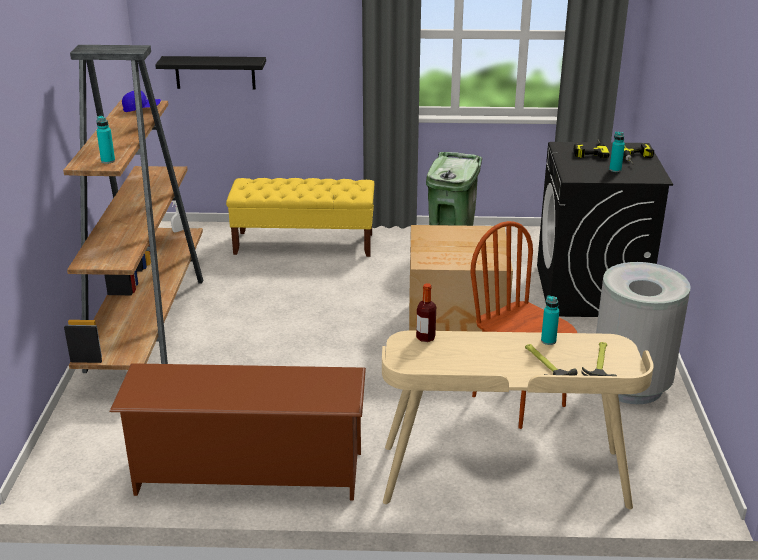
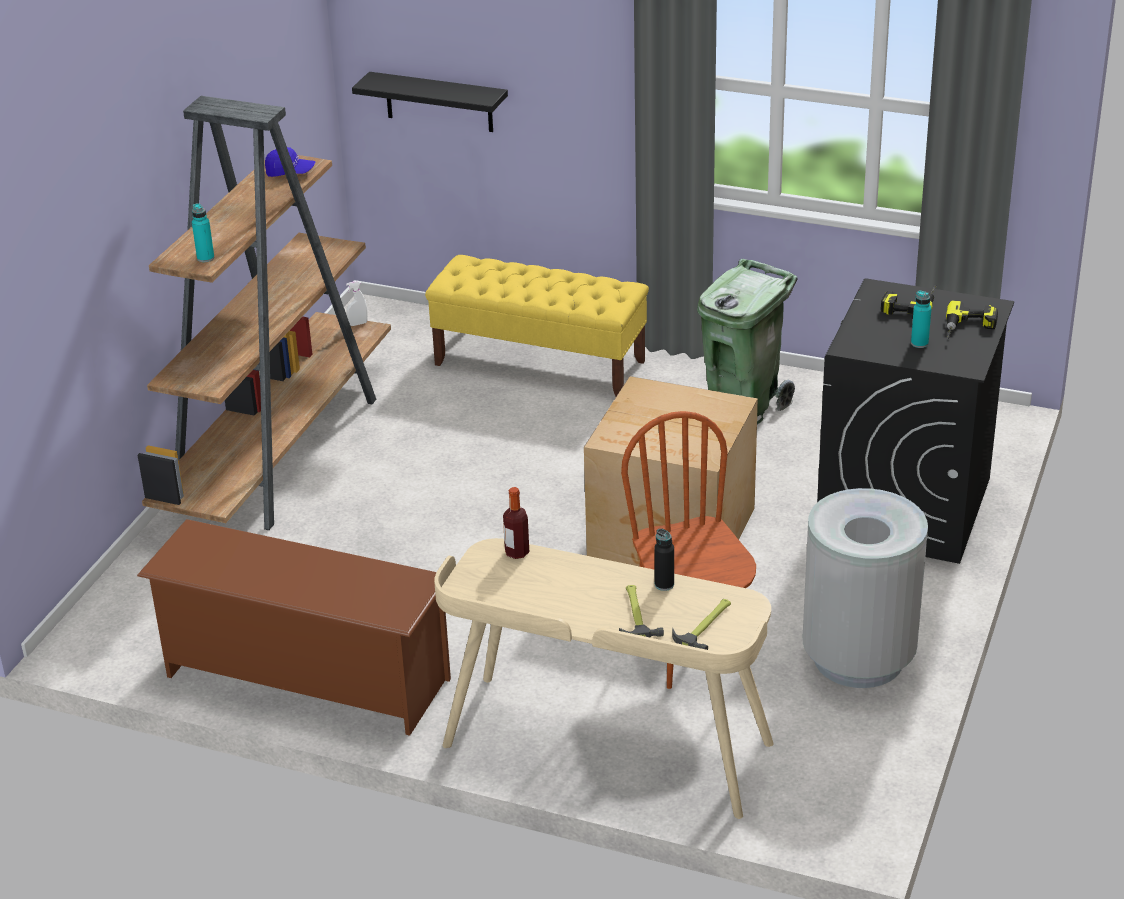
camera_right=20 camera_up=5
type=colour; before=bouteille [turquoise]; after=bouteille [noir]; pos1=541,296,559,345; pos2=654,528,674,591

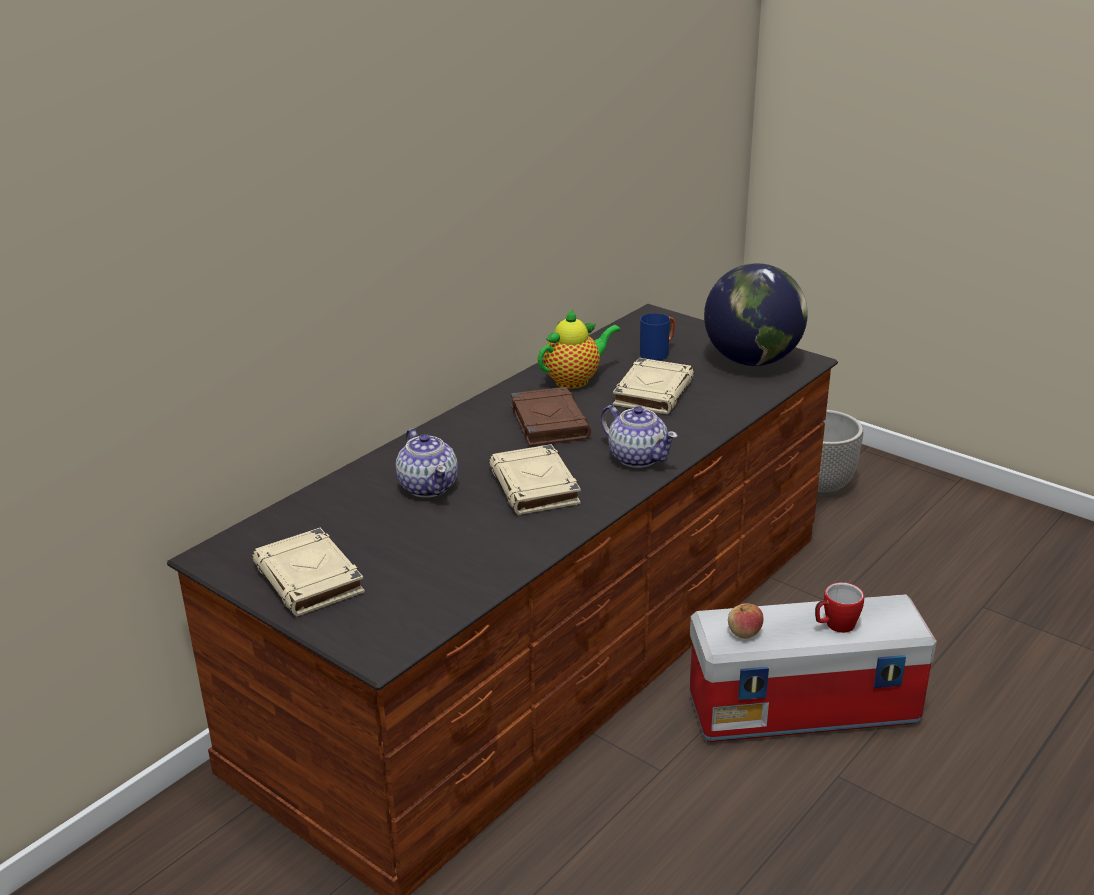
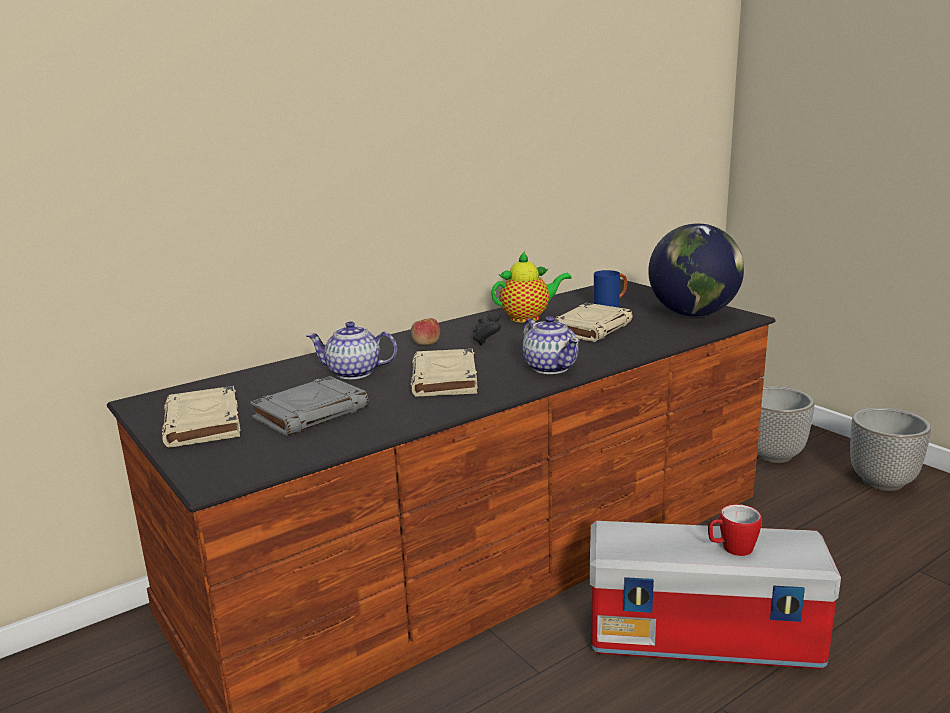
camera_right=15 camera_up=-10
type=exchanged; before=livre [marron]; after=manette [noir]; pos1=511,387,591,447; pos2=473,312,501,345
type=spun; before=théière; pos1=396,429,458,498; pos2=306,321,397,379; turn=105
type=relocated; before=pomme; pos1=728,603,764,639; pos2=411,318,440,345
type=appeared; after=livre [gris]; pos2=250,376,369,436
type=appeared; after=cache-pot; pos2=850,407,931,491

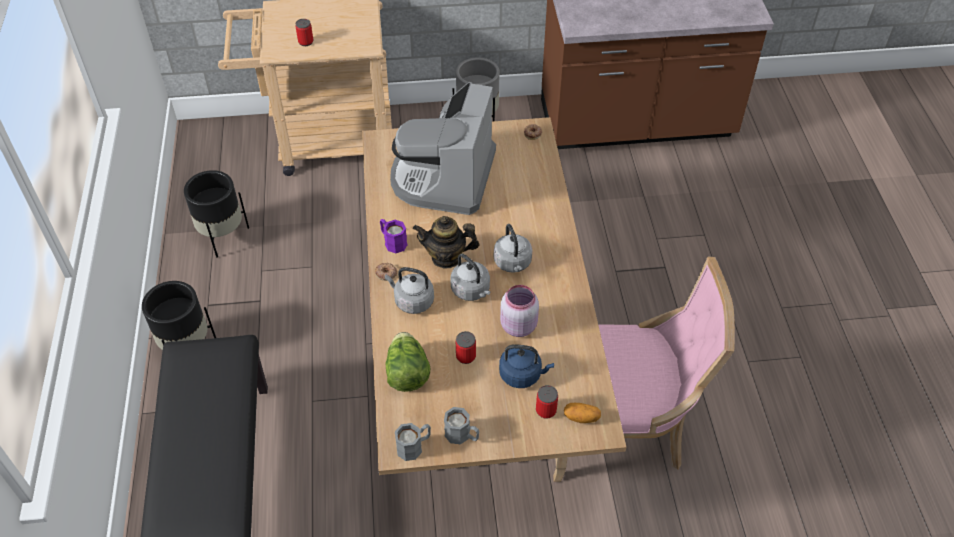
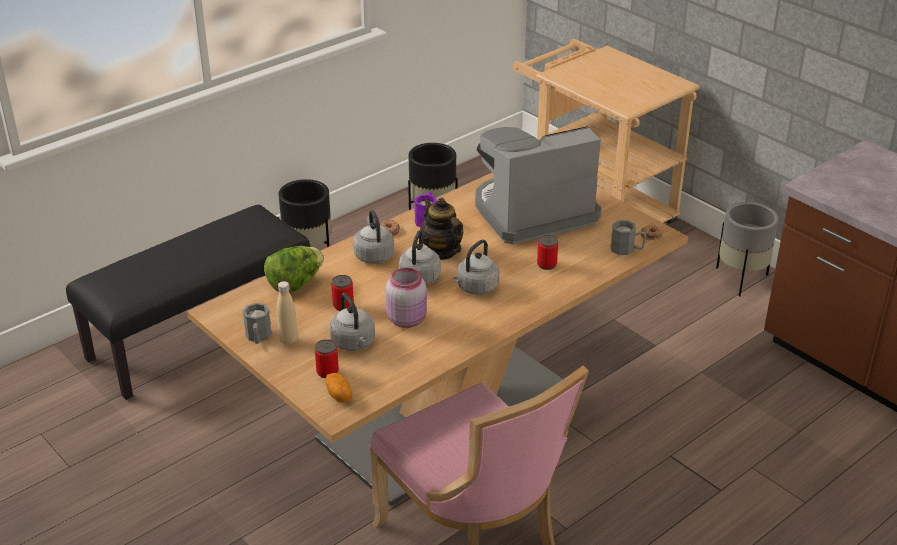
camera_right=55 camera_up=-15
type=relocated; before=boîte métallique; pos1=295,19,313,46; pos2=537,235,558,270
type=colour; before=bouilloire [bleu]; after=bouilloire [gris]; pos1=499,344,554,388; pos2=330,293,375,351
type=relocated; before=mug [gris]; pos1=395,423,431,461; pos2=610,220,646,255
type=appeared; after=bouteille [beige]; pos2=277,281,298,345

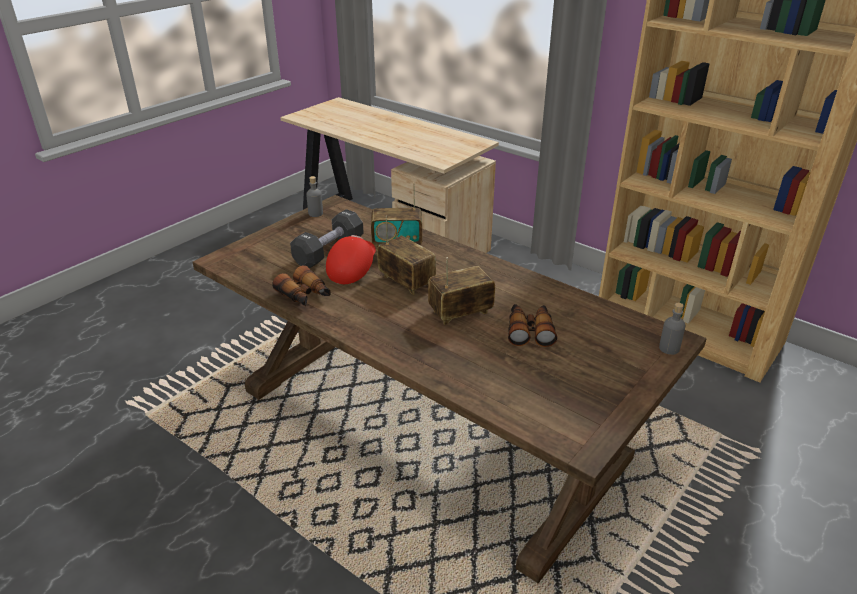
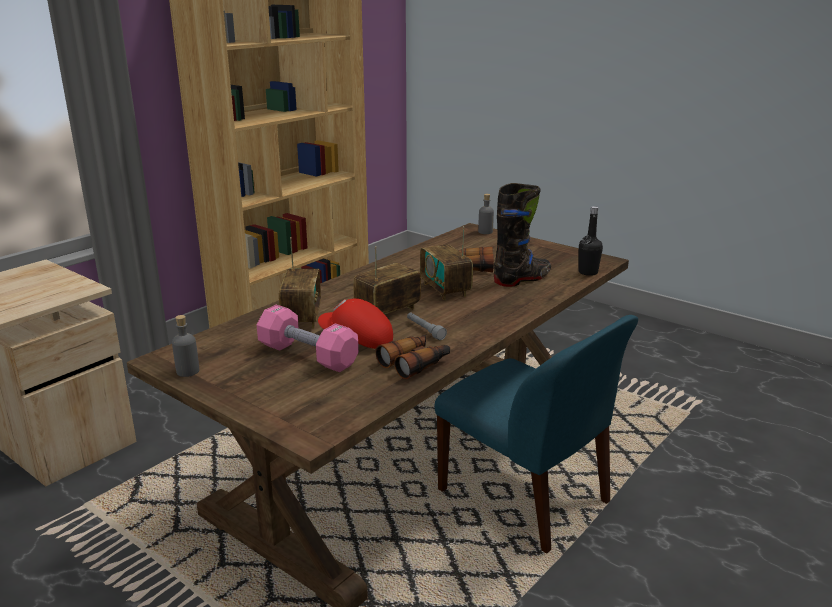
camera_right=-90 camera_up=-10
type=colour; before=haltère [noir]; after=haltère [rose]; pos1=290,209,364,268; pos2=257,305,359,372
type=appeared; after=botte [noir]; pos2=494,183,551,287
type=appeared; after=bouteille [noir]; pos2=579,206,603,276
type=appeared; after=lampe de poche [gris]; pos2=407,312,447,340
type=appeared; after=chaise [bleu]; pos2=434,315,638,553

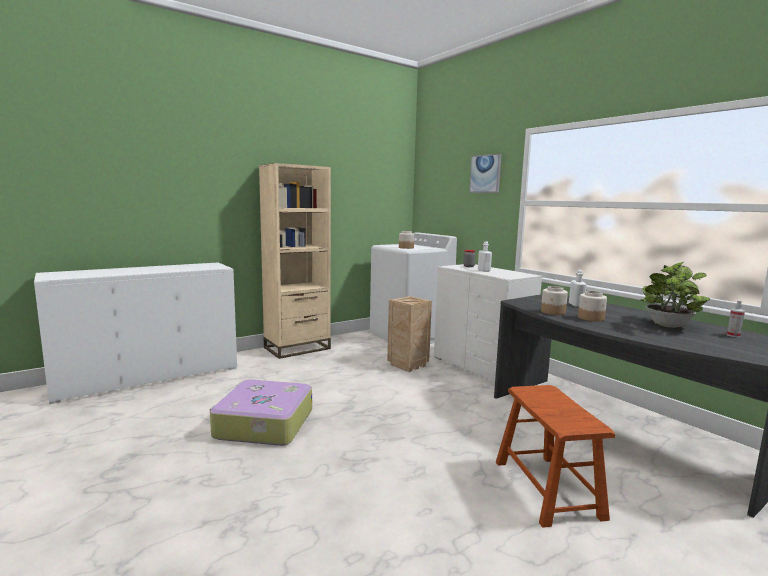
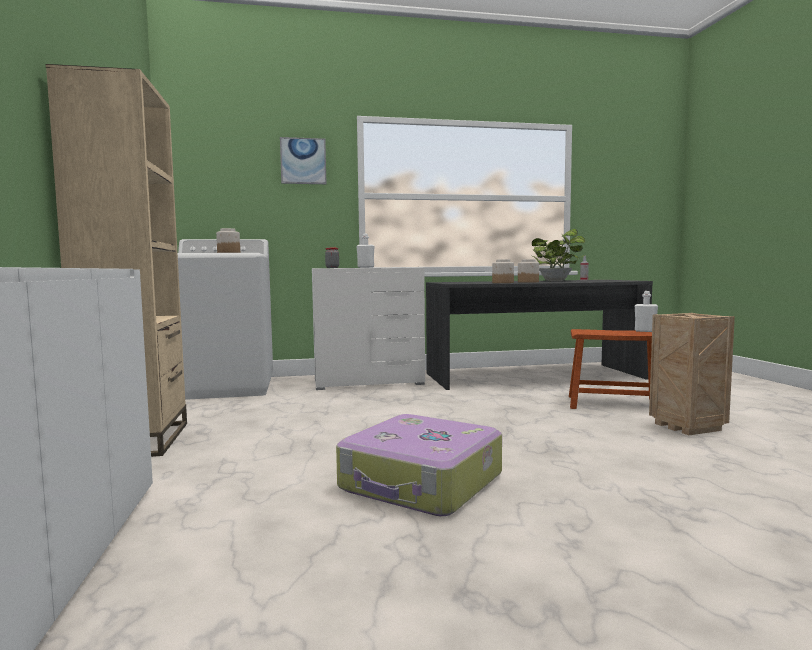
camera_right=-65 camera_up=-5
type=relocated; before=bouteille [blanc]; pos1=569,270,587,307; pos2=635,291,658,332
type=relocated; before=caisse; pos1=387,296,432,372; pos2=649,313,735,435

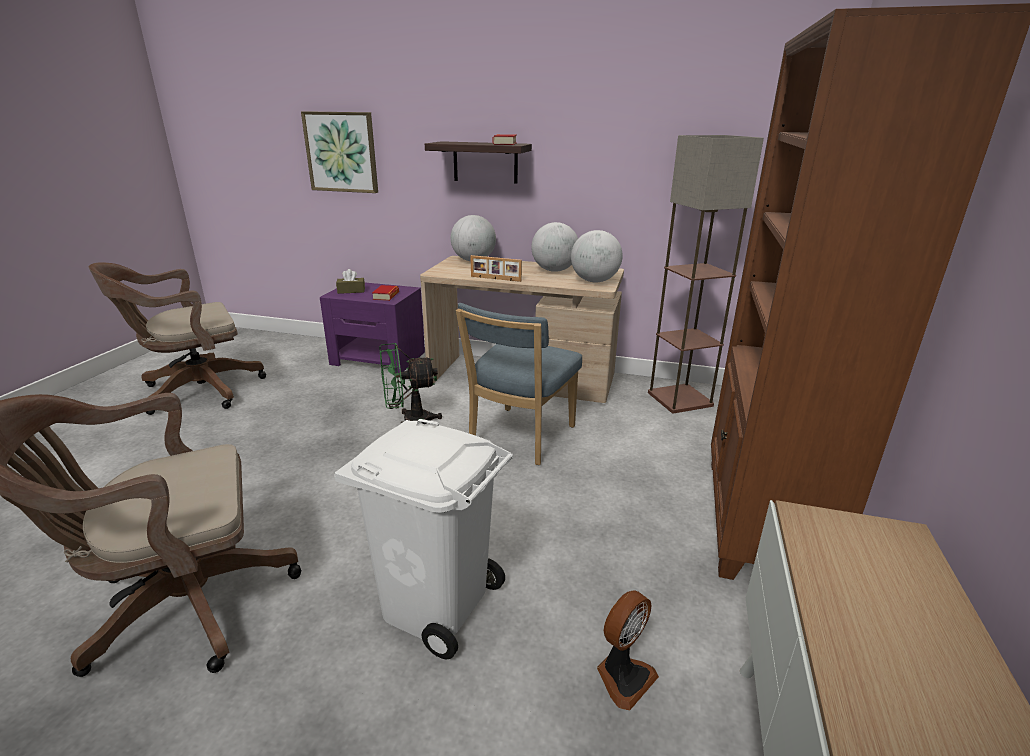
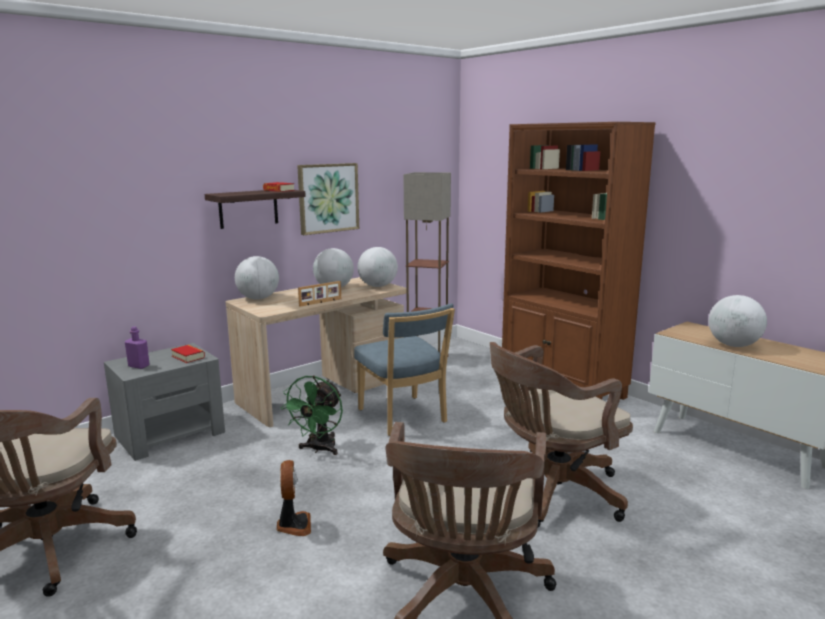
camera_right=-55 camera_up=-10
type=relocated; before=tableau; pos1=301,111,378,193; pos2=297,163,359,235
type=exchanged; before=boîte à mouchoirs [marron]; after=bouteille [violet]; pos1=336,269,365,294; pos2=125,326,150,369
type=colour; before=table de chevet [violet]; after=table de chevet [gris]; pos1=320,283,425,373; pos2=104,343,225,461
type=exchanged; before=poubelle [blanc]; after=chaise de bureau [marron]; pos1=334,419,513,659; pos2=490,342,633,527
type=relocated; before=ventilateur; pos1=597,590,659,710; pos2=277,460,311,536
type=appeared; after=globe; pos2=709,295,767,347

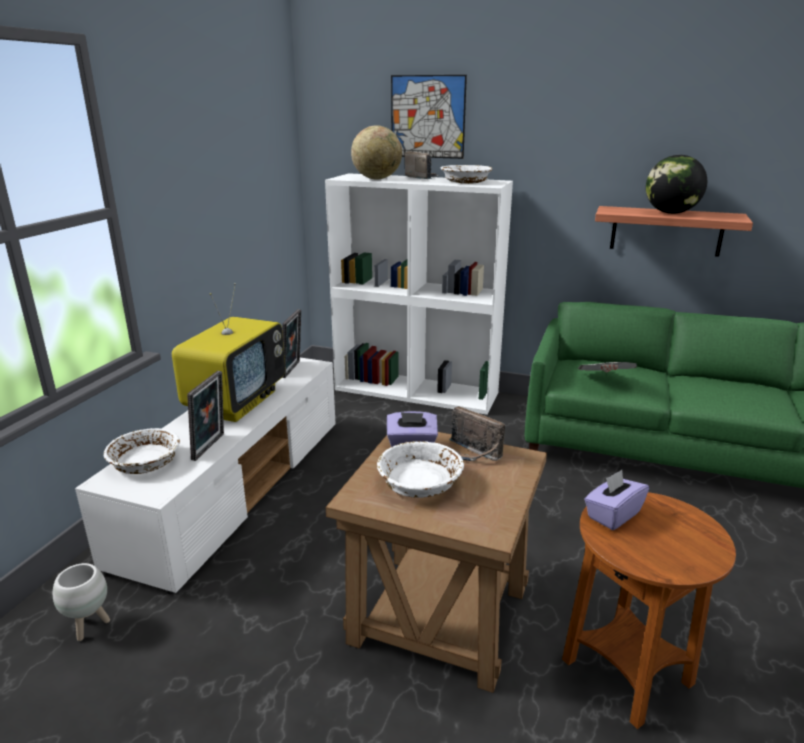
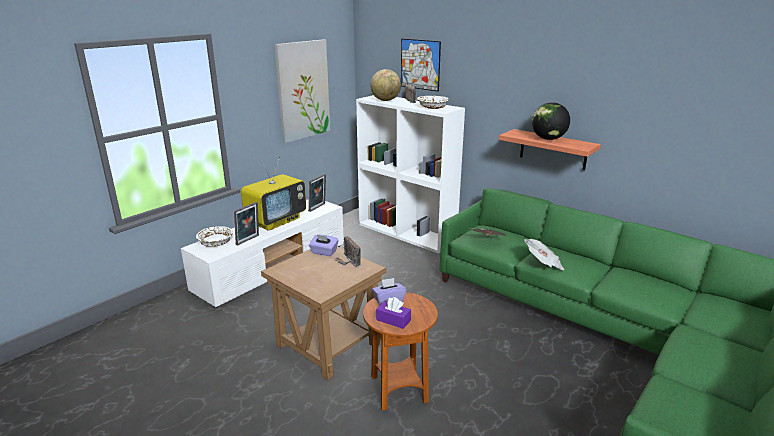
camera_right=20 camera_up=0
type=missing; before=bol [blanc]; pos1=377,441,464,498
type=missing; before=cache-pot [blanc]; pos1=53,563,110,641
type=appeared; after=tableau; pos2=275,39,330,143
type=appeared; after=journal; pos2=524,239,564,270
type=appeared; after=boîte à mouchoirs [violet]; pos2=376,297,411,329

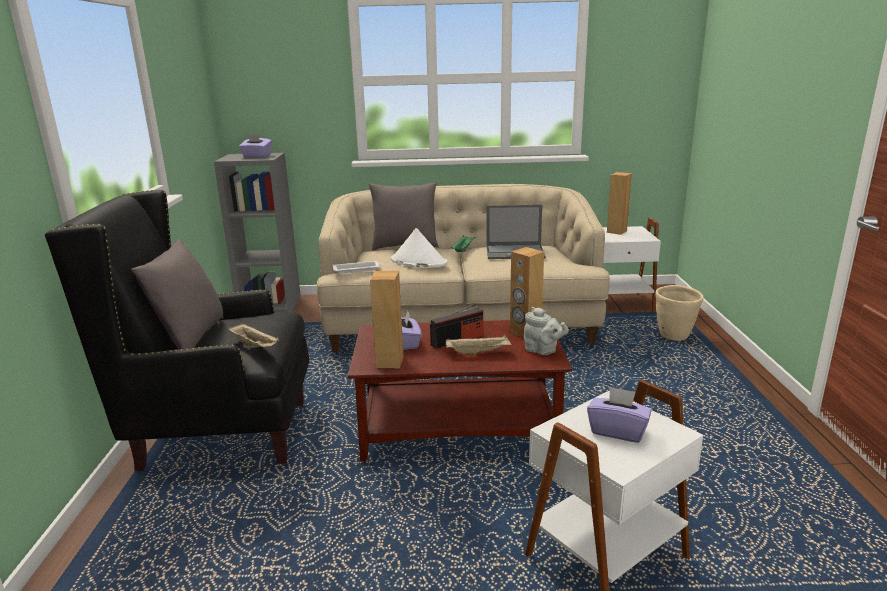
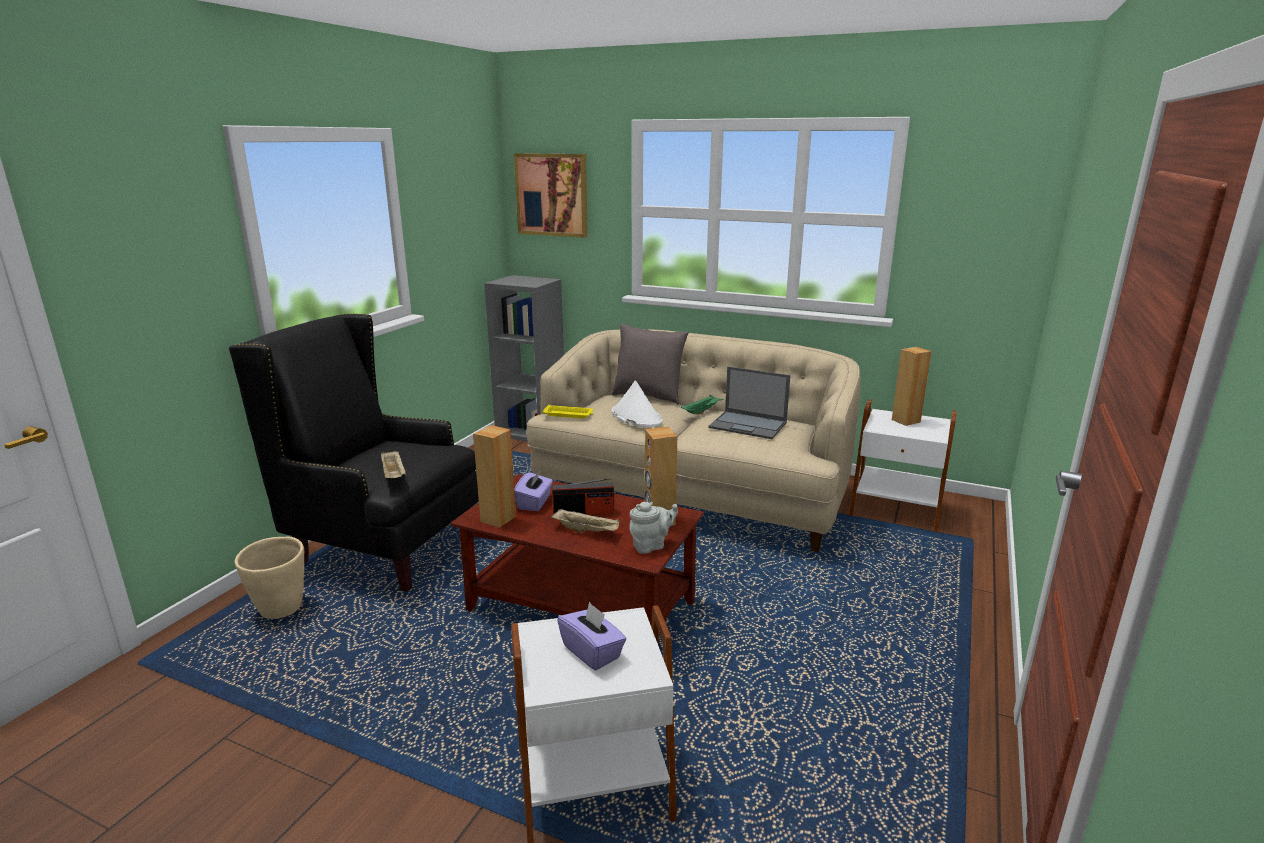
camera_right=25 camera_up=0
type=missing; before=boîte à mouchoirs [violet]; pos1=239,134,272,157
type=missing; before=coussin [gris]; pos1=131,239,224,349
type=colour; before=plateau [blanc]; after=plateau [jaune]; pos1=332,261,381,274; pos2=542,405,593,419
type=relocated; before=cache-pot [beige]; pos1=656,285,704,341; pos2=235,537,304,619
type=spun; before=théière [gris]; pos1=524,307,569,355; pos2=629,502,678,554; turn=-90
type=appeared; after=tableau; pos2=514,153,588,238

